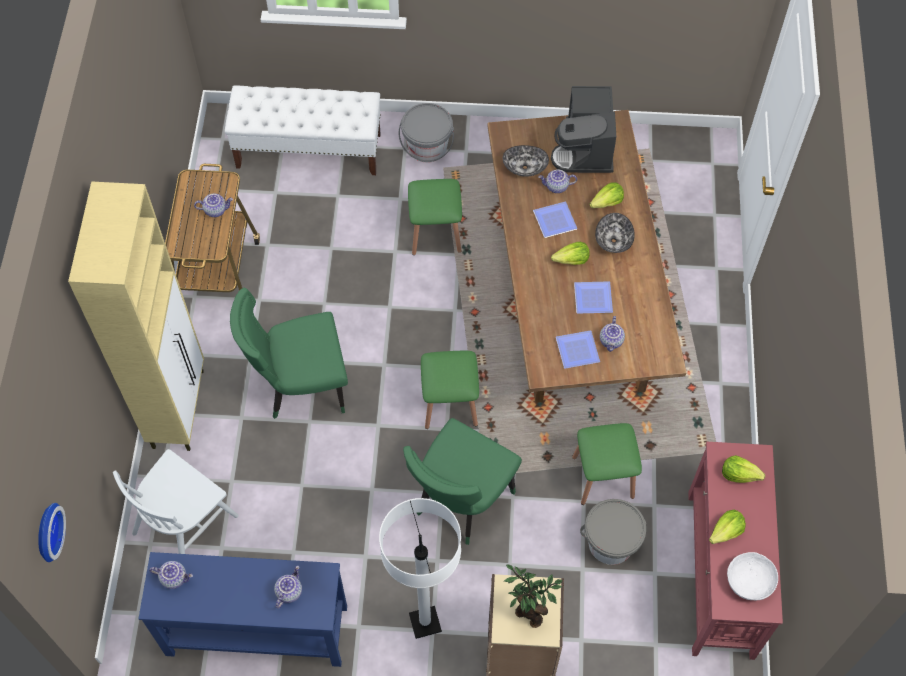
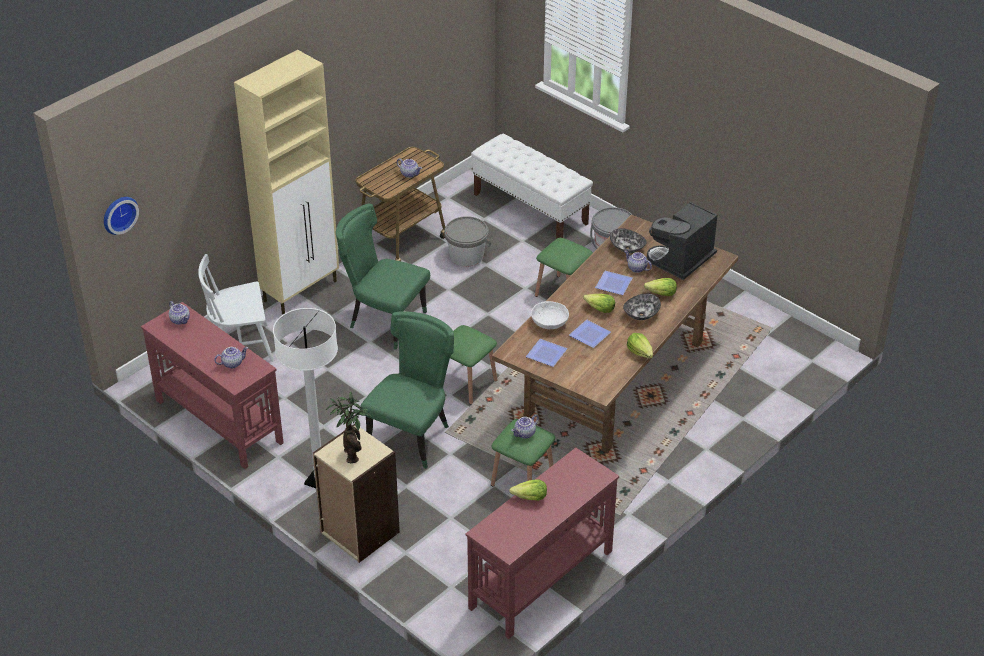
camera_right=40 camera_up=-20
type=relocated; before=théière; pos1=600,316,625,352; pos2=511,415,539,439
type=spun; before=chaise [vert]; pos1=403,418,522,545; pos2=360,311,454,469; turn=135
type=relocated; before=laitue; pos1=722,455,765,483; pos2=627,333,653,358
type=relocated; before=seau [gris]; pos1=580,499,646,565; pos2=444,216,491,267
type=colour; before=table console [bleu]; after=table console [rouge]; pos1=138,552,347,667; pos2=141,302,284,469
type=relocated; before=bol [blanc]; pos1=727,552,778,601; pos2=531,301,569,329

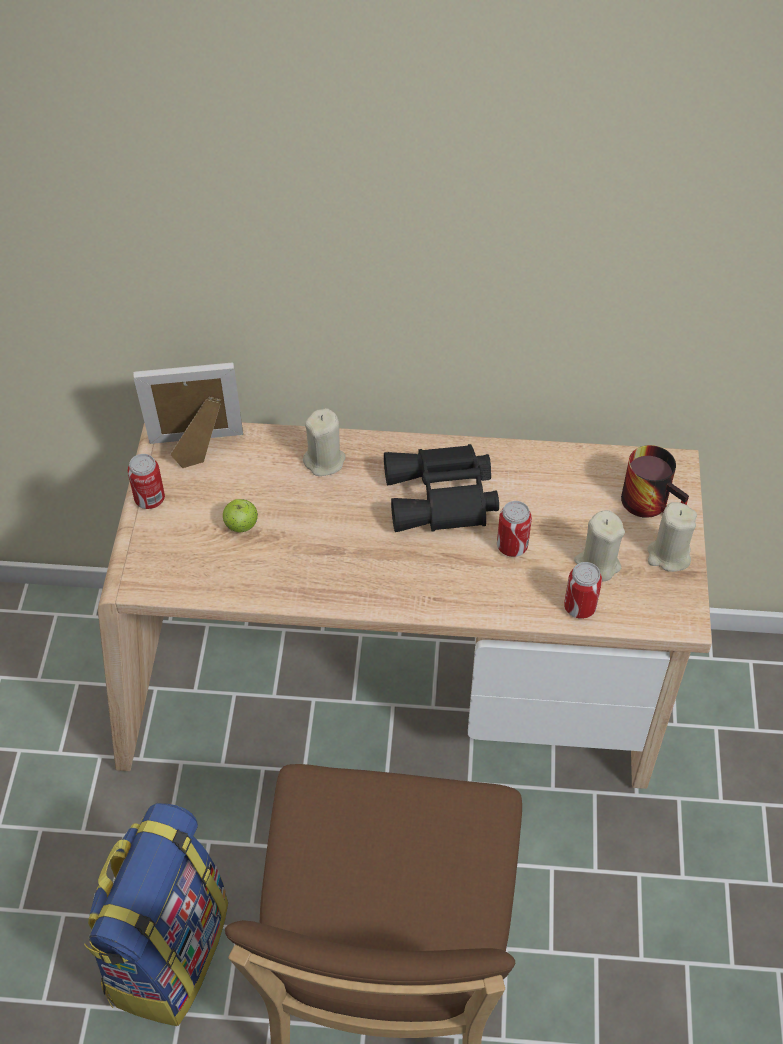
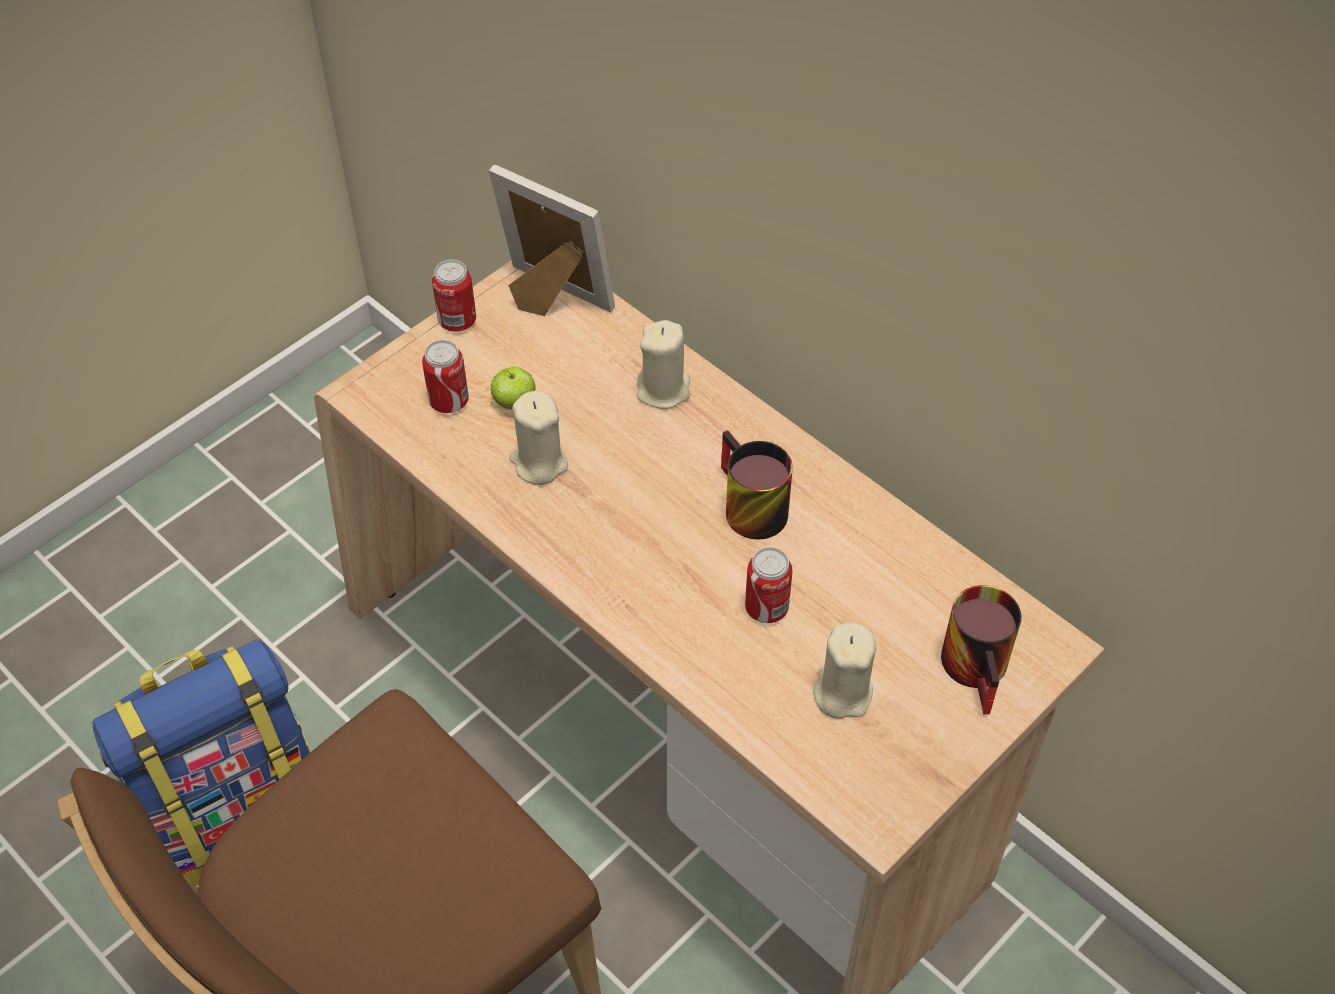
camera_right=40 camera_up=0
type=exchanged; before=jumelles [noir]; after=mug; pos1=384,444,499,532; pos2=721,430,793,540
type=relocated; before=bougie [beige]; pos1=647,502,697,572; pos2=509,391,568,485
type=relocated; before=boîte métallique; pos1=564,562,602,619; pos2=422,340,469,413

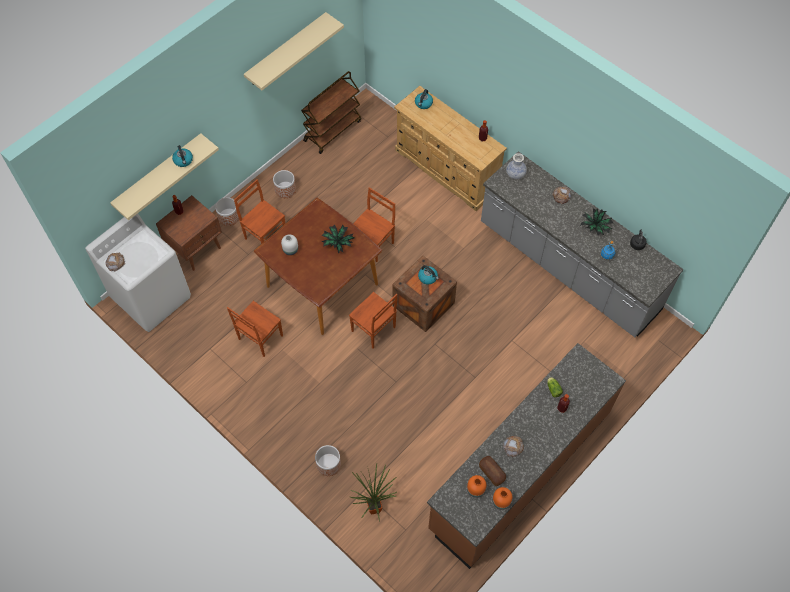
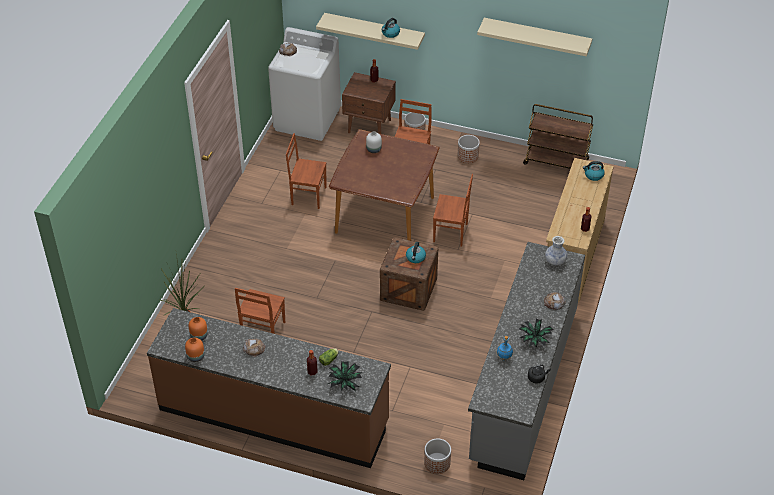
camera_right=65 camera_up=-15
type=relocated; before=plante en pot; pos1=321,225,354,254; pos2=328,361,362,391
type=relocated; before=chaise [marron]; pos1=349,292,397,349; pos2=235,288,285,334
type=relocated; before=cache-pot; pos1=315,445,341,476; pos2=424,438,451,474
type=missing; before=pain; pos1=479,456,506,486

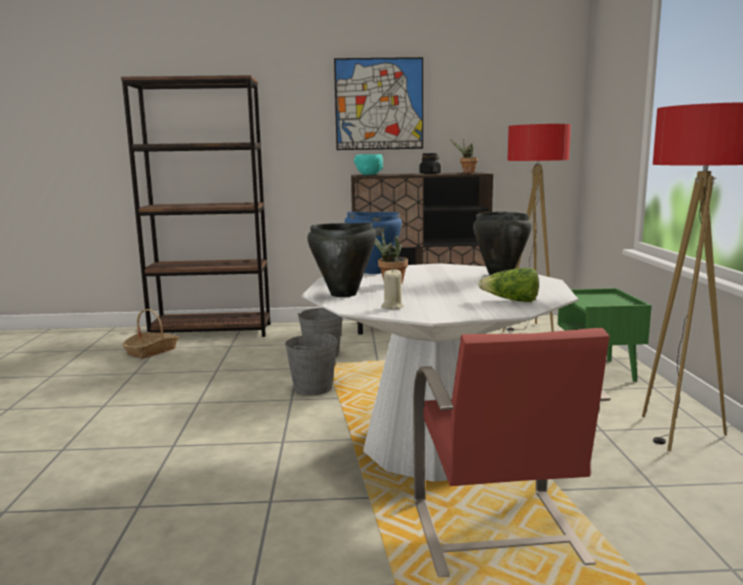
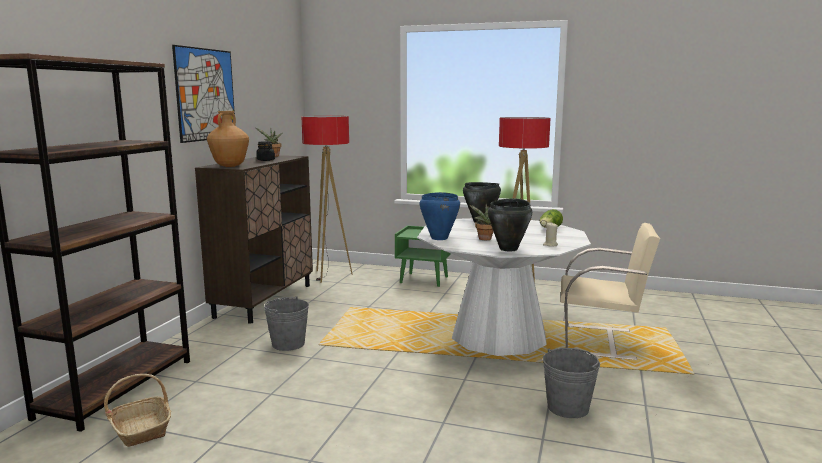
camera_right=-70 camera_up=0
type=exchanged; before=bol [turquoise]; after=vase [marron]; pos1=354,154,383,175; pos2=207,111,249,167
type=colour; before=chaise [rouge]; after=chaise [beige]; pos1=413,328,611,577; pos2=560,223,660,360
type=relocated; before=seau [gris]; pos1=285,332,338,395; pos2=543,348,600,418

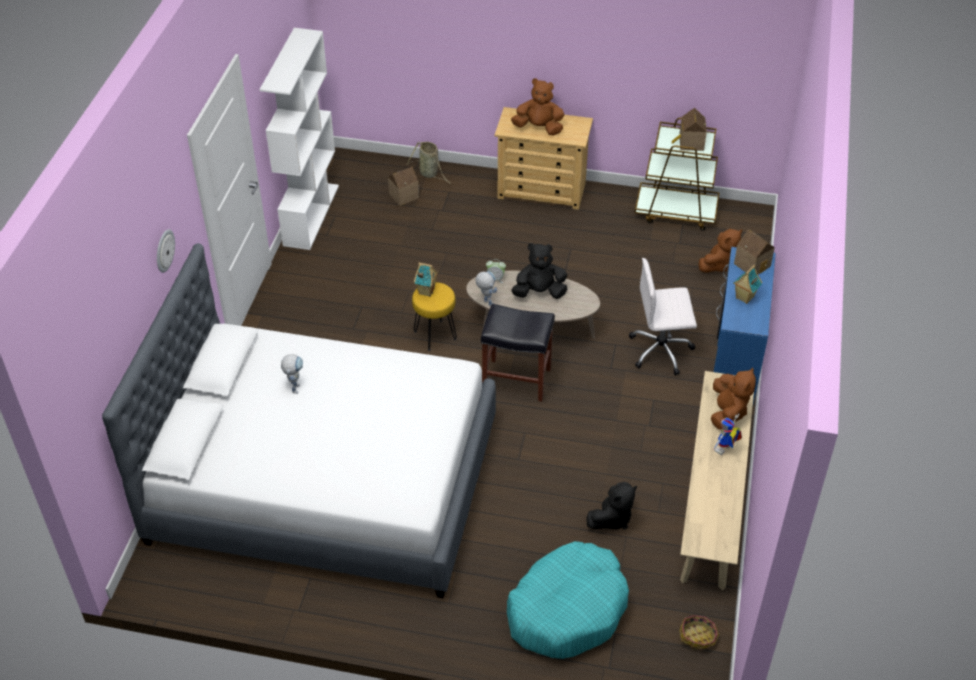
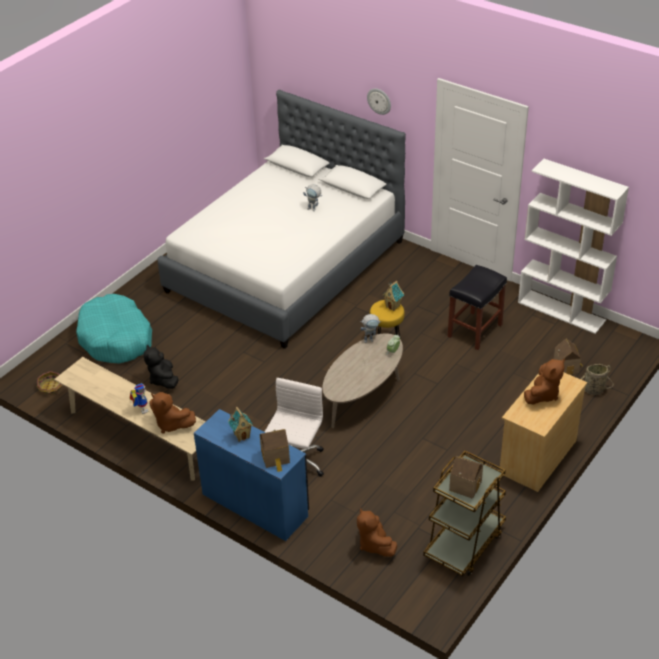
camera_right=115 camera_up=-5
type=missing; before=peluche [noir]; pos1=511,243,567,299
type=relocated; before=tabouret [noir]; pos1=481,304,555,402; pos2=447,265,507,350

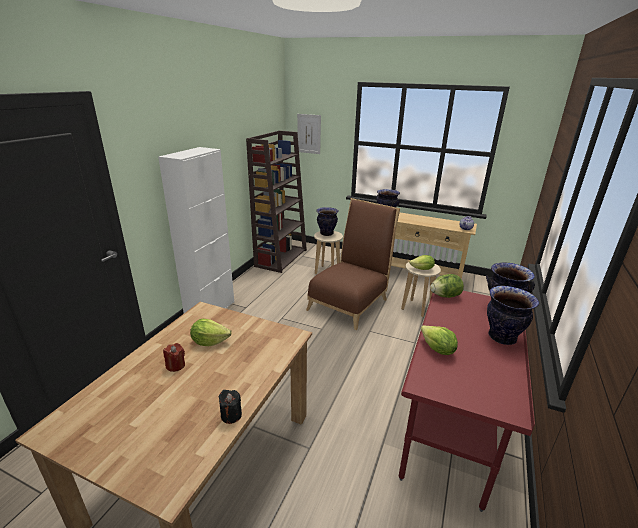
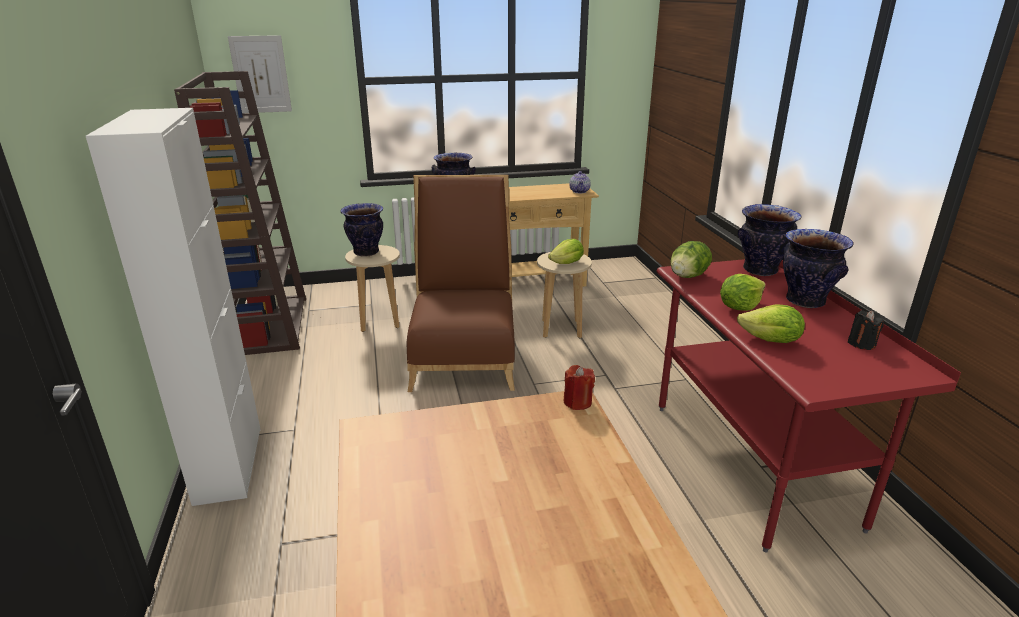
camera_right=-35 camera_up=0
type=relocated; before=laitue; pos1=190,319,232,346; pos2=720,274,766,311
type=relocated; before=bougie [rouge]; pos1=163,343,185,372; pos2=563,365,595,410
type=relocated; before=bougie [noir]; pos1=218,390,242,424; pos2=848,310,884,350

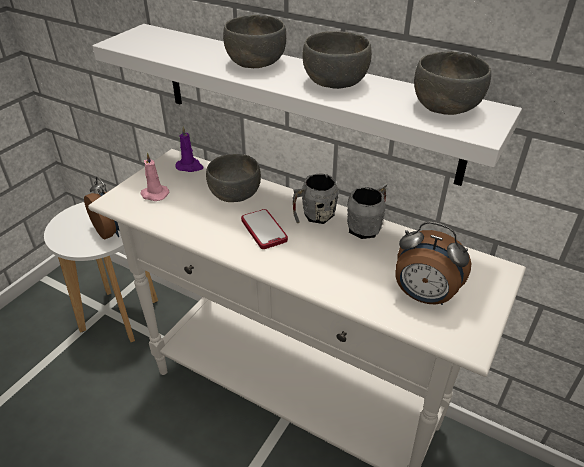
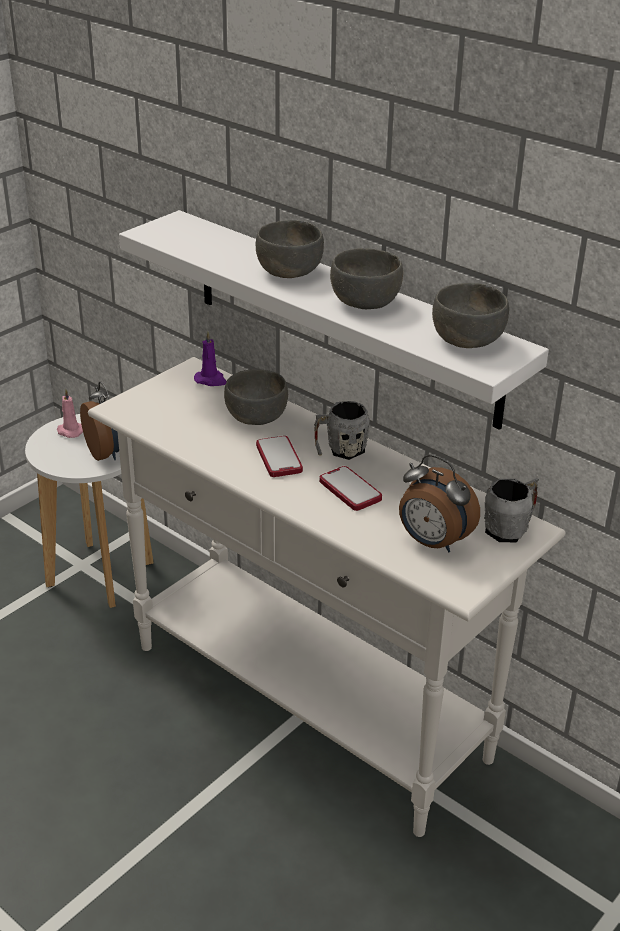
camera_right=10 camera_up=-5
type=relocated; before=bougie [rose]; pos1=140,153,170,201; pos2=57,390,83,438
type=relocated; before=mug [gris]; pos1=347,184,387,239; pos2=484,477,540,542
type=appeared; after=téléphone; pos2=319,466,382,511

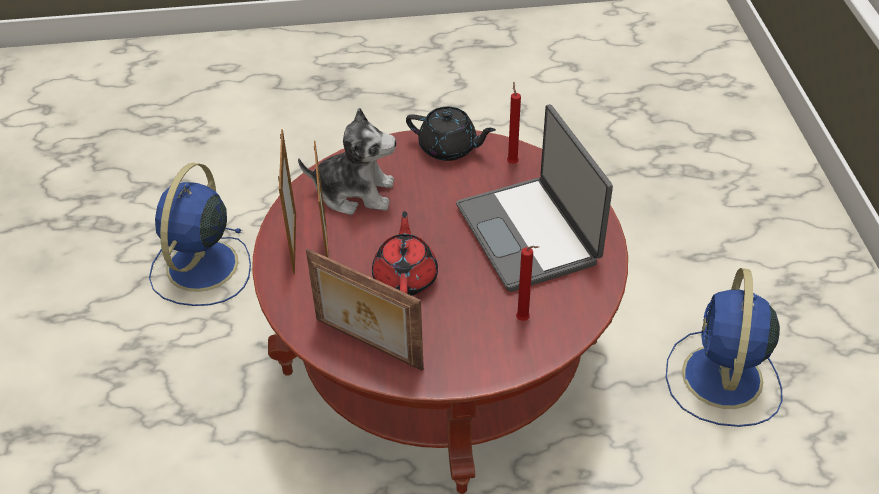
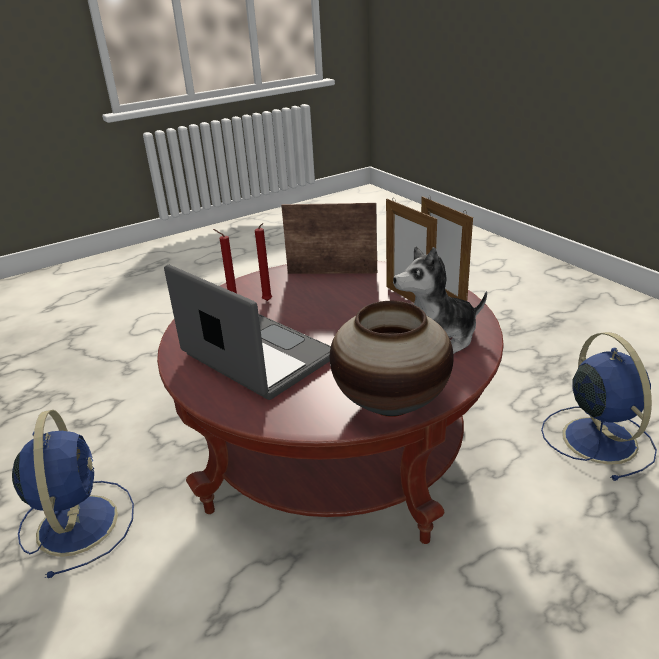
camera_right=155 camera_up=-15
type=relocated; before=bougie [rouge]; pos1=507,81,521,164; pos2=255,223,272,301
type=exchanged; before=théière [noir]; after=vase; pos1=406,107,496,161; pos2=330,301,454,417
type=missing; before=théière [rouge]; pos1=372,211,438,296

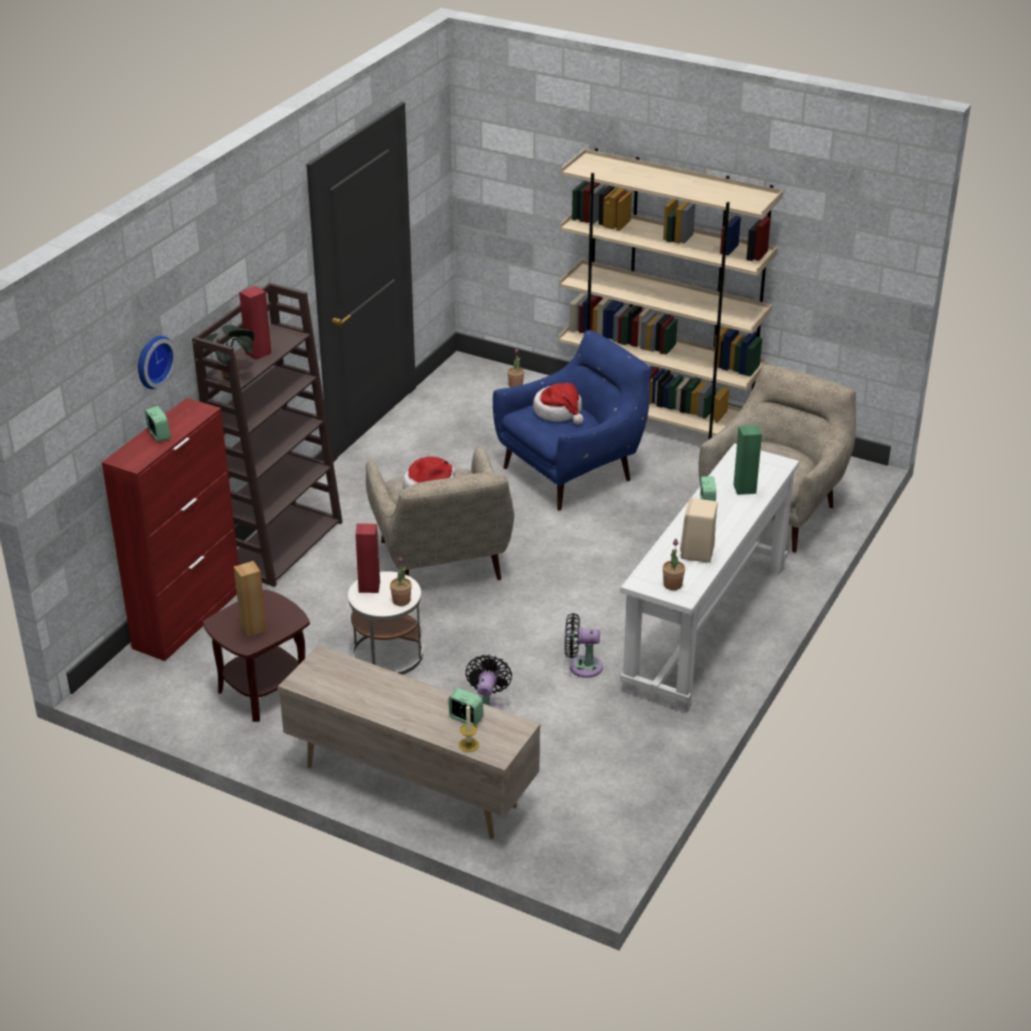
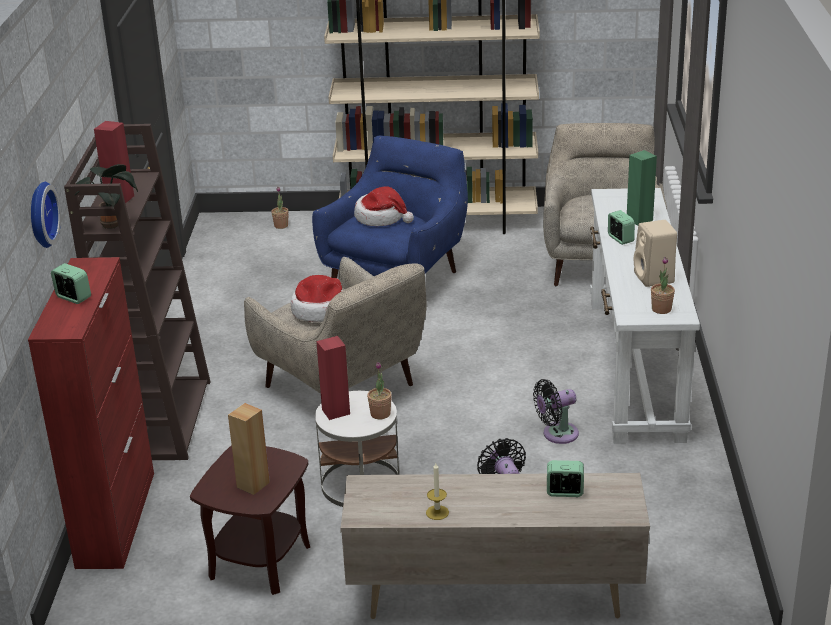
camera_right=-25 camera_up=-5
type=relocated; before=bougie; pos1=459,704,479,752; pos2=426,463,449,520

